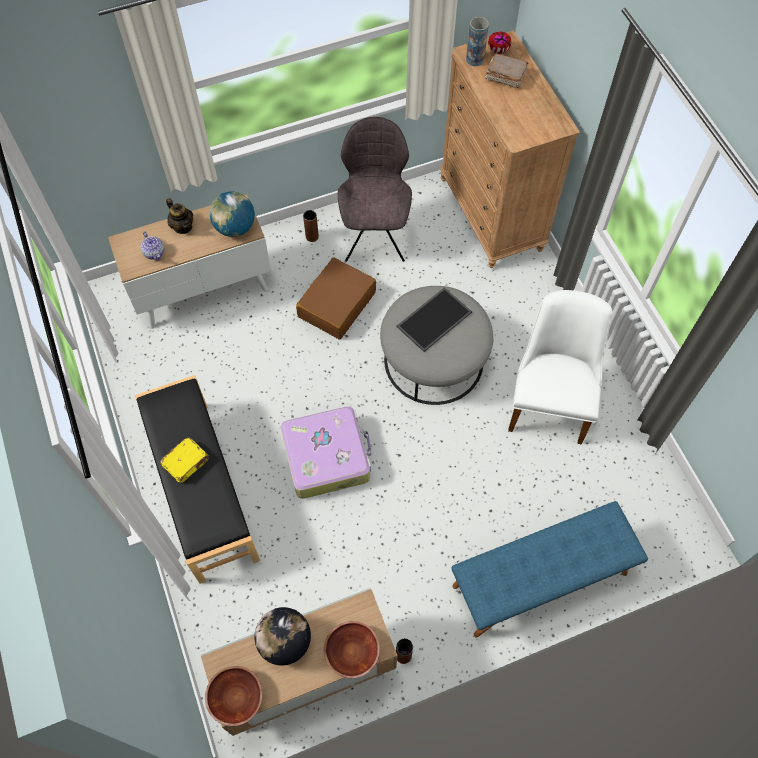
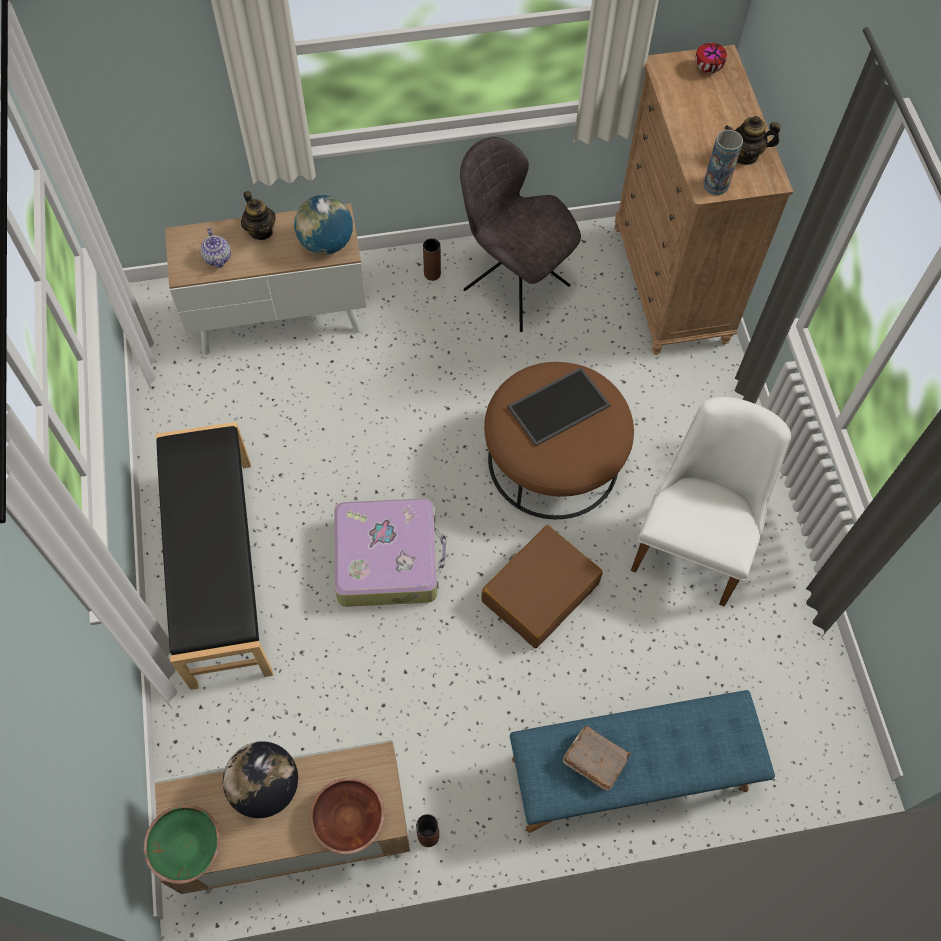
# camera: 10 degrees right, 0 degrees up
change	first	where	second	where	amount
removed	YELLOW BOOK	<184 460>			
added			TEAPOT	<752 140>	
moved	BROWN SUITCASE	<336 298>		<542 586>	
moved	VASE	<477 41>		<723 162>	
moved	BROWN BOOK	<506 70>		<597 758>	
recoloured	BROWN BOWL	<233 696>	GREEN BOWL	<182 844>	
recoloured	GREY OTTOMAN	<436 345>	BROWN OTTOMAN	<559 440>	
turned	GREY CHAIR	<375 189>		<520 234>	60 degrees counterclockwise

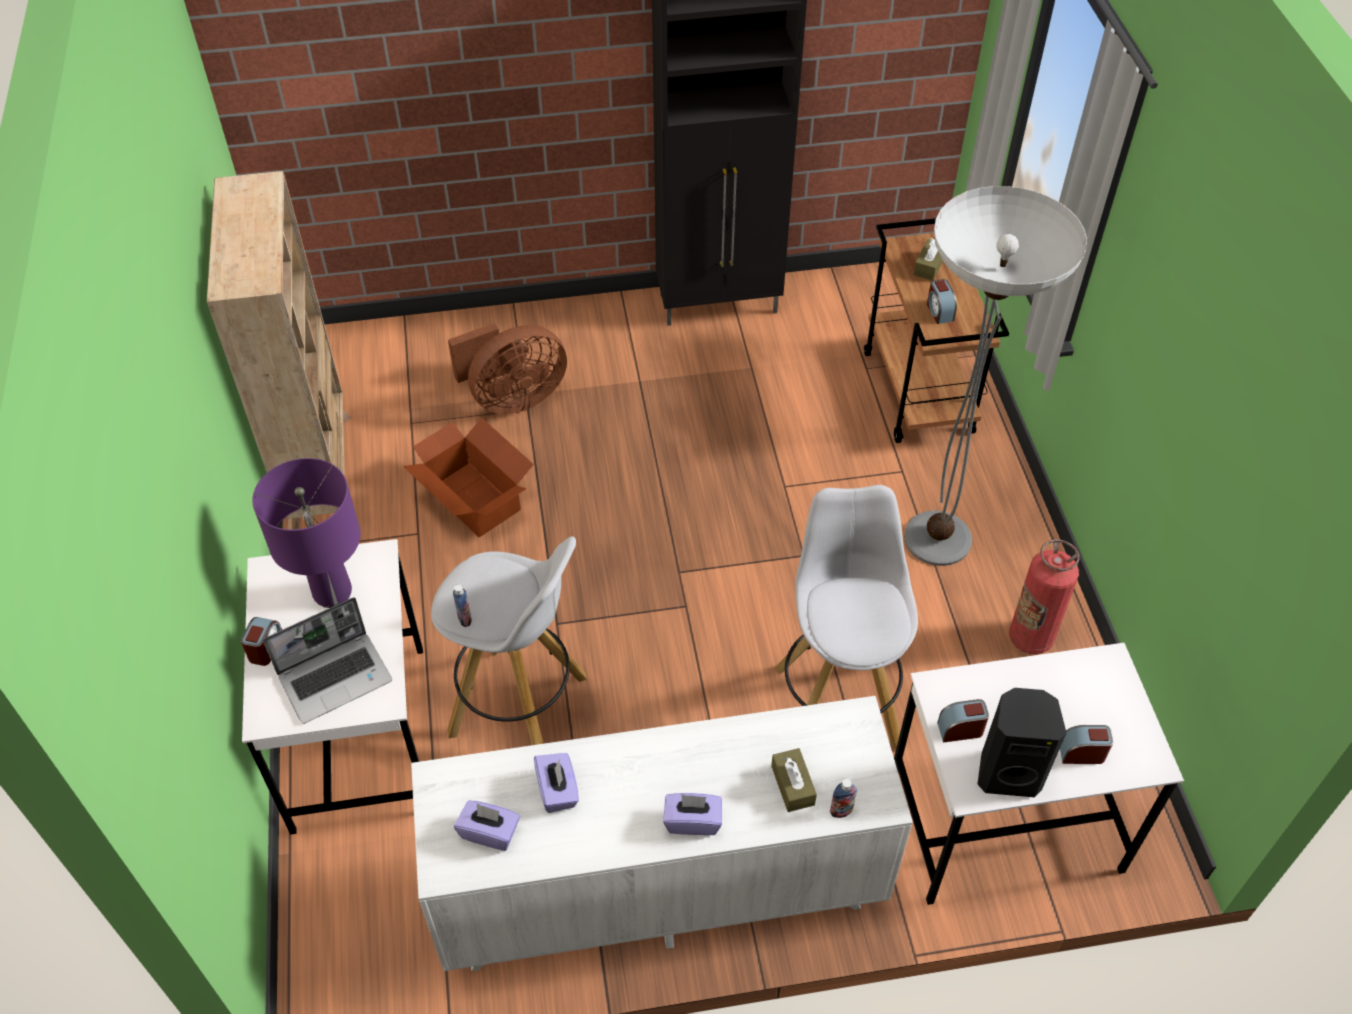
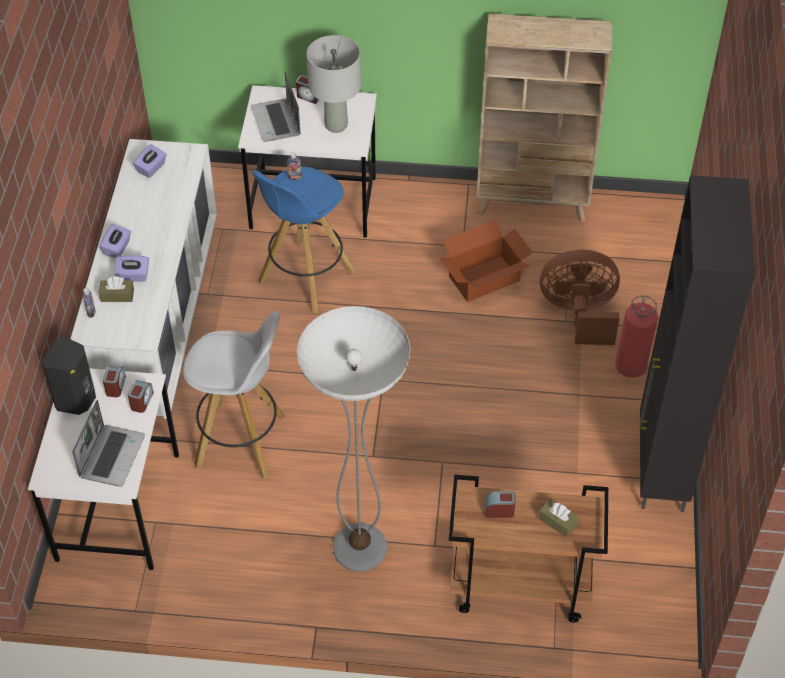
# camera: 105 degrees right, 0 degrees up
change	first	where	second	where	amount
added			LAPTOP	<108 443>	
moved	PURPLE TISSUE BOX	<556 783>		<132 268>	
moved	FIRE EXTINGUISHER	<1044 597>		<636 336>	
moved	ALARM CLOCK	<1086 744>		<141 396>	
recoloured	PURPLE TABLE LAMP	<306 533>	GREY TABLE LAMP	<334 84>	
recoloured	WHITE STOOL	<509 640>	BLUE STOOL	<304 240>	
turned	BROWN FAN	<507 368>		<580 297>	105 degrees clockwise

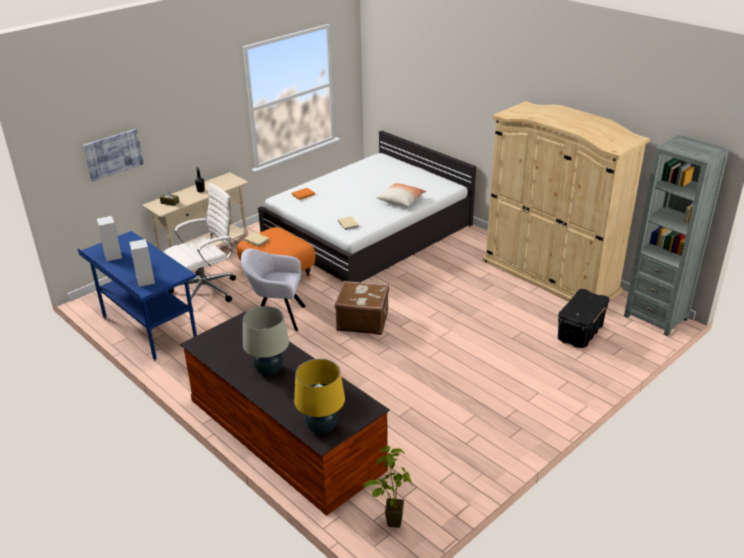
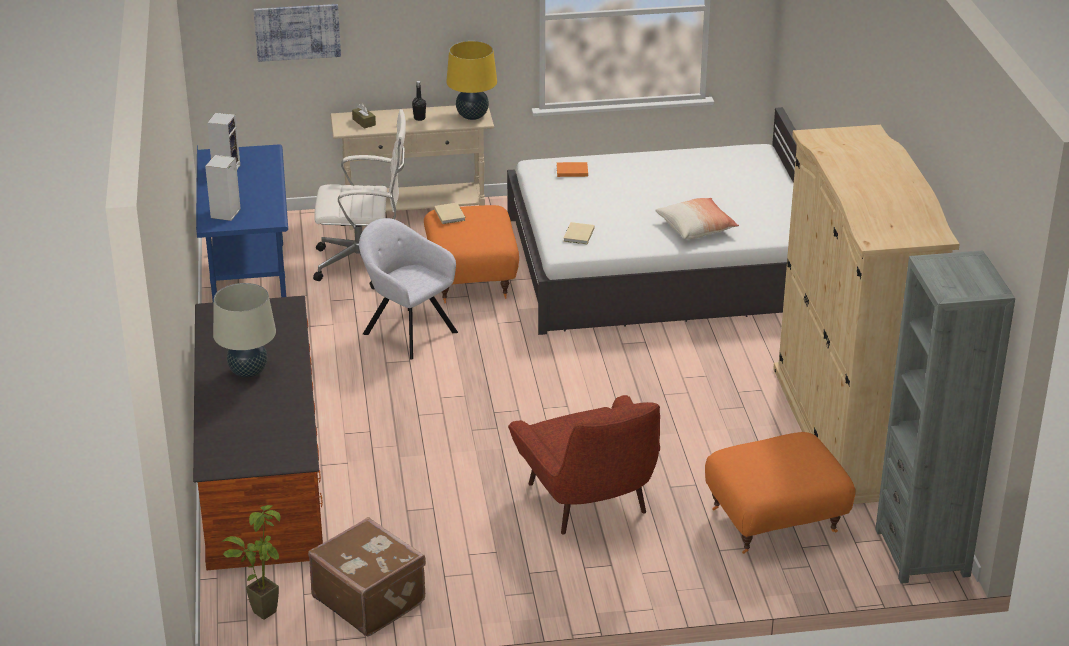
# camera: 35 degrees right, 0 degrees up
change	first	where	second	where	amount
added			RED ARMCHAIR	<584 465>	
moved	YELLOW TABLE LAMP	<319 396>		<471 80>	
moved	BROWN SUITCASE	<362 308>		<367 576>	
replaced	BLACK STORAGE BOX	<583 318>	ORANGE OTTOMAN	<780 493>	

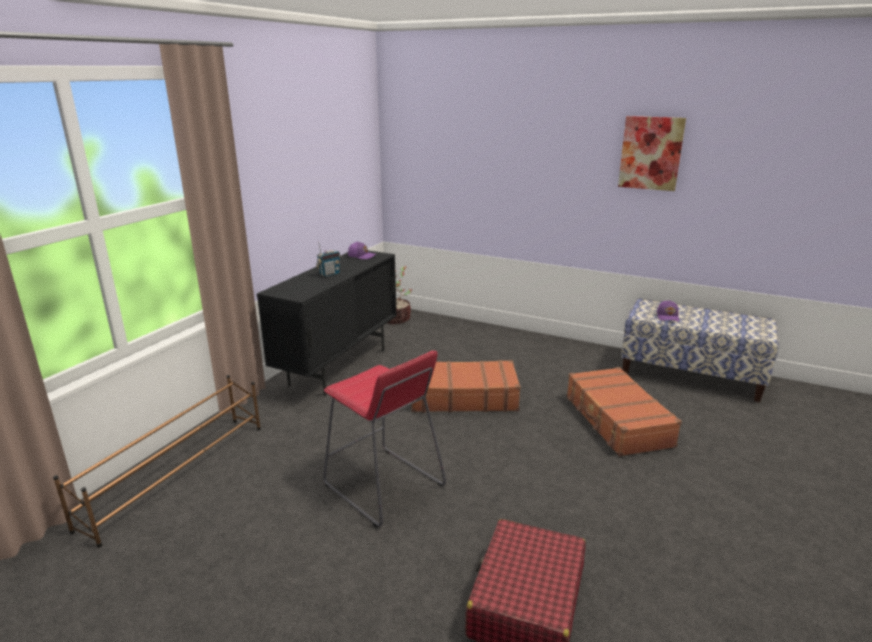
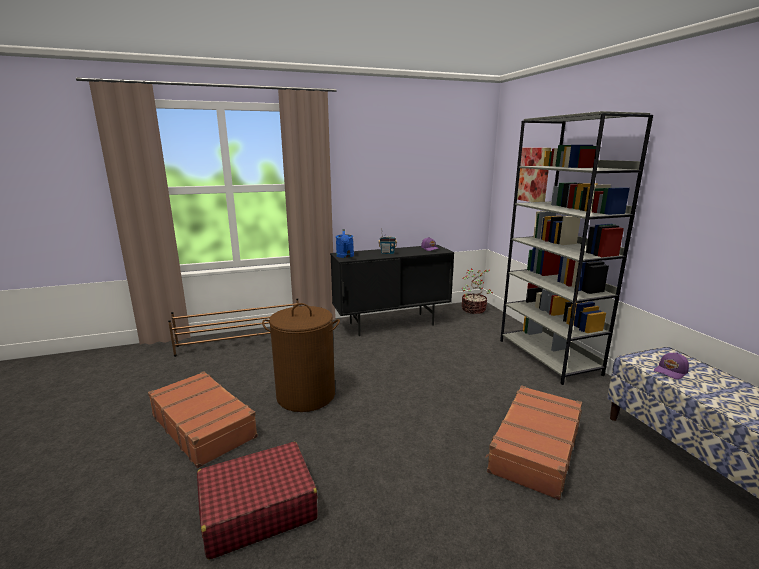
# camera: 45 degrees right, 5 degrees down
change	first	where	second	where	amount
added			BLUE WATERING CAN	<345 243>	
added			GREY BOOKCASE	<576 248>	
moved	BROWN SUITCASE	<466 386>		<203 419>	
moved	PICTURE	<652 153>		<534 175>	
replaced	RED STOOL	<384 439>	BROWN LAUNDRY BASKET	<301 357>	

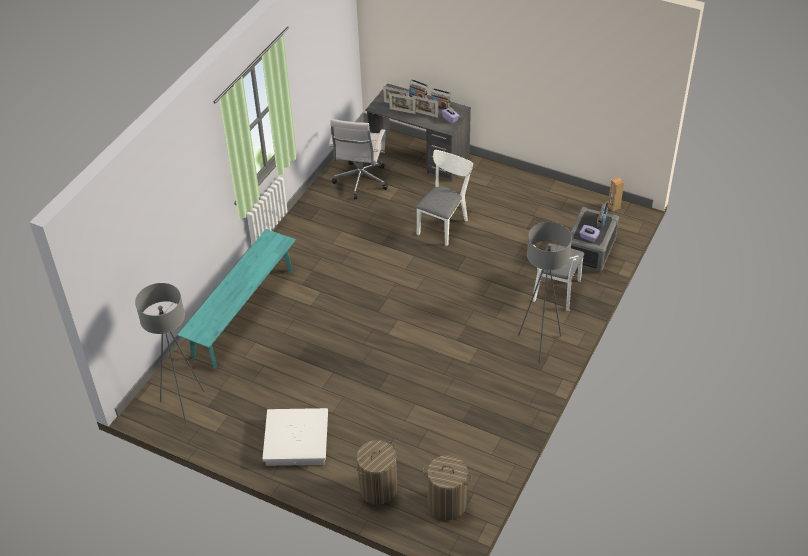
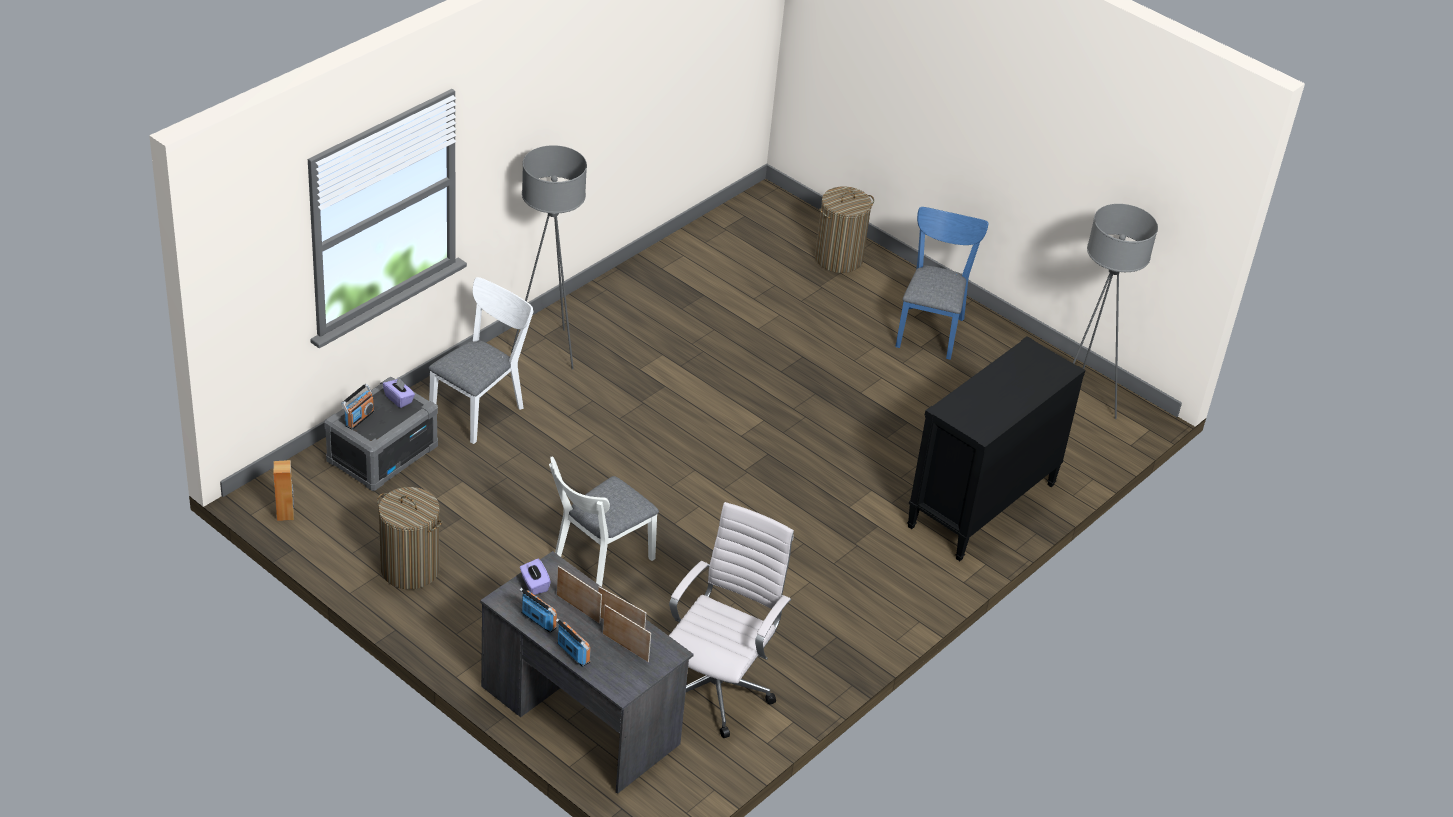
# camera: 170 degrees left, 5 degrees down
change	first	where	second	where	amount
moved	LAUNDRY BASKET	<447 487>		<410 538>	
replaced	TURQUOISE BENCH	<236 299>	BLACK DRESSER	<996 448>	
replaced	WHITE STORAGE BOX	<295 437>	BLUE CHAIR	<941 283>	

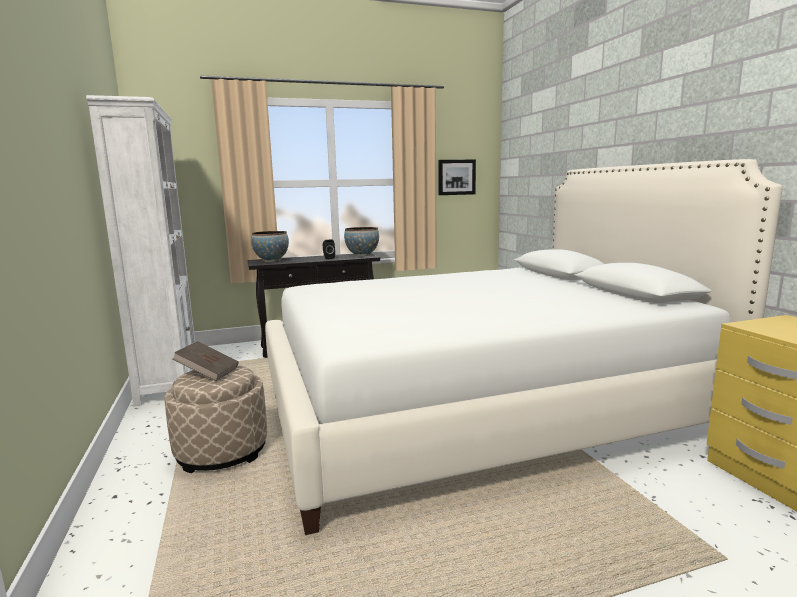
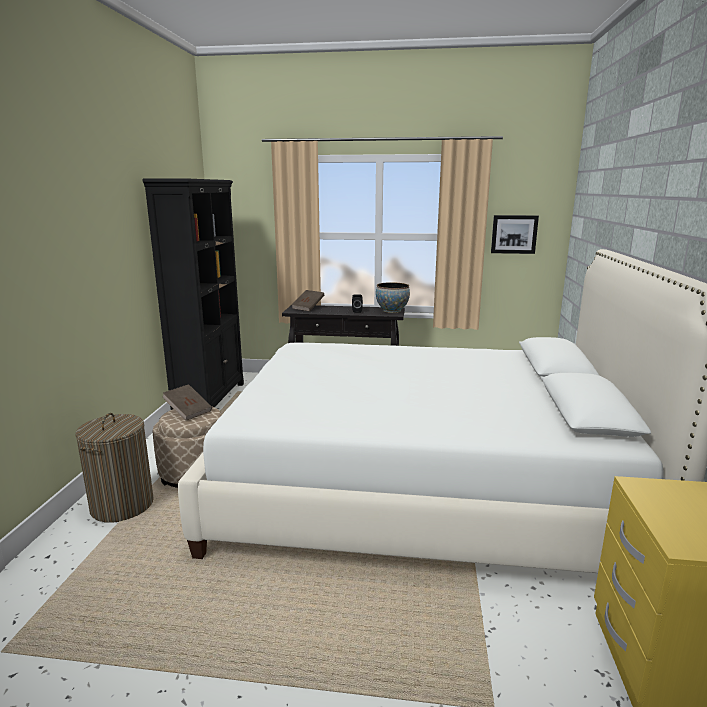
# camera: 25 degrees right, 5 degrees up
change	first	where	second	where	amount
added			LAUNDRY BASKET	<114 468>	
replaced	BOWL	<270 246>	BROWN BOOK	<308 300>	
recoloured	WHITE BOOKCASE	<140 251>	BLACK BOOKCASE	<193 294>	

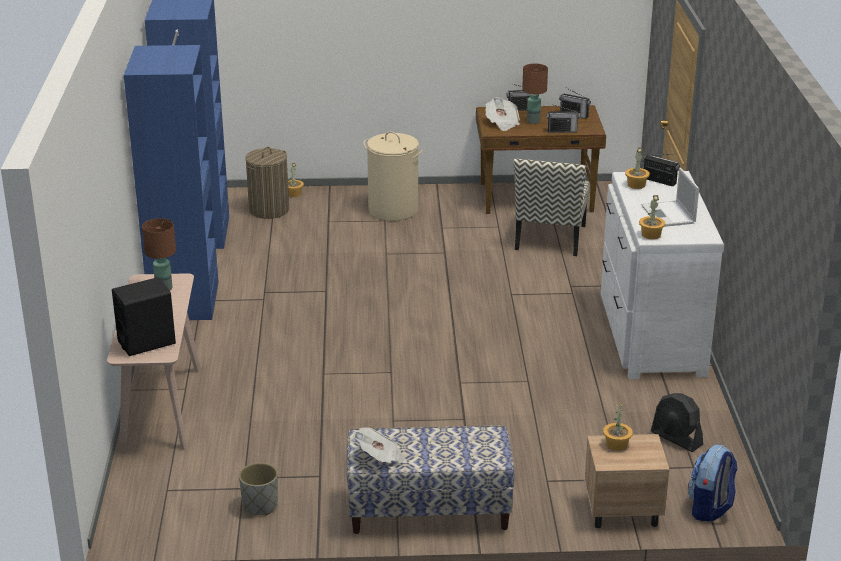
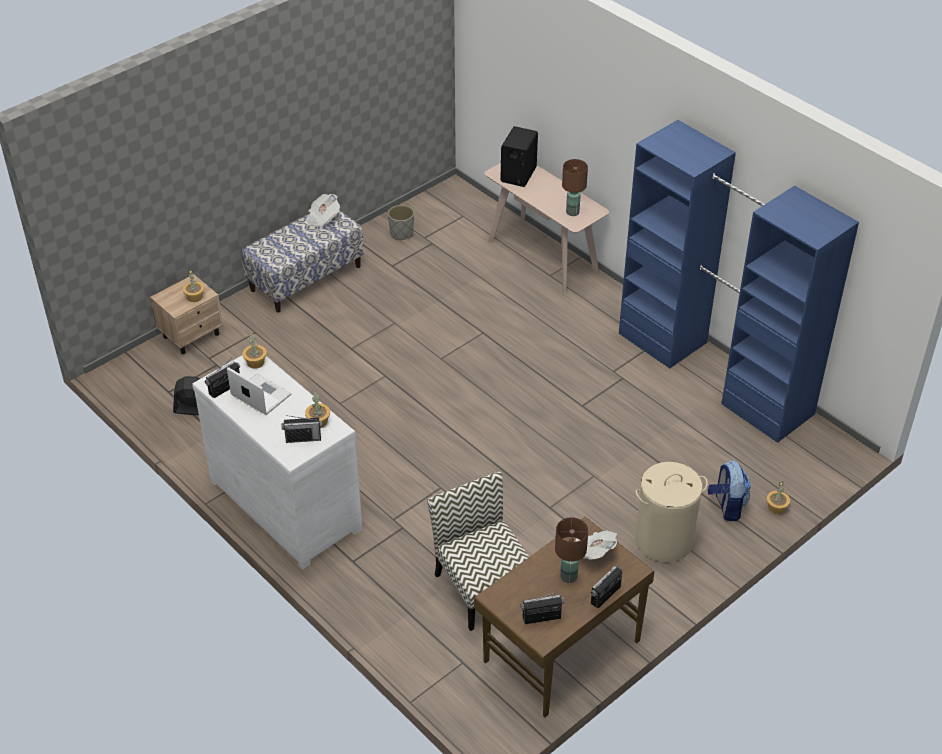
# camera: 140 degrees right, 15 degrees up
change	first	where	second	where	amount
removed	LAUNDRY BASKET	<267 183>			
moved	RADIO	<563 118>		<222 378>	
moved	BACKPACK	<713 483>		<729 490>	

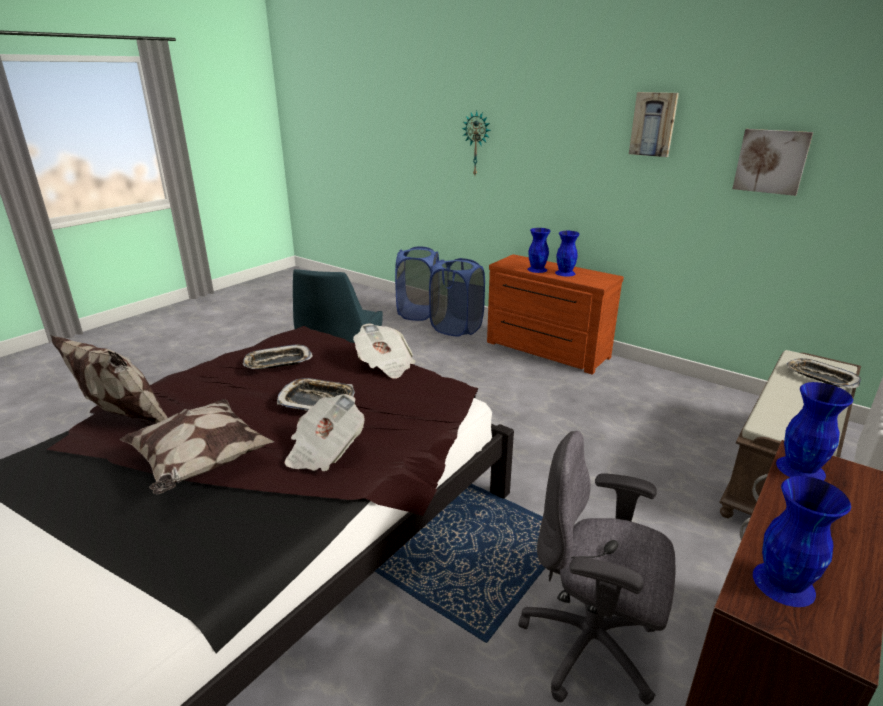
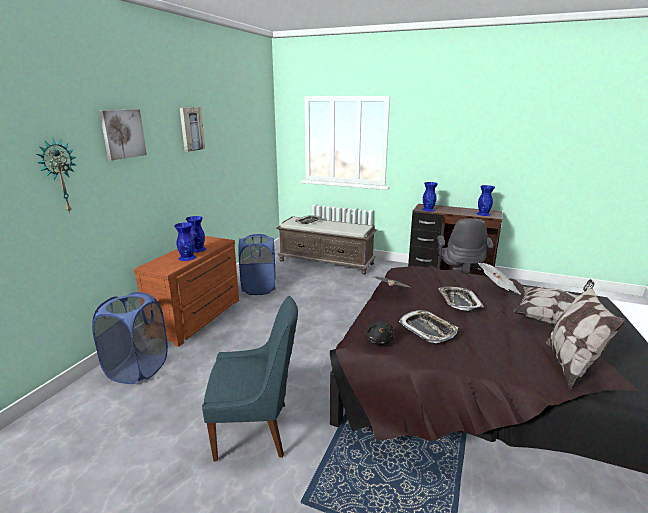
# camera: 105 degrees left, 5 degrees down
change	first	where	second	where	amount
added			BLACK PLUSH TOY	<379 333>	
moved	BLUE LAUNDRY BASKET	<417 283>		<257 264>	
moved	PICTURE	<772 162>		<123 135>	

